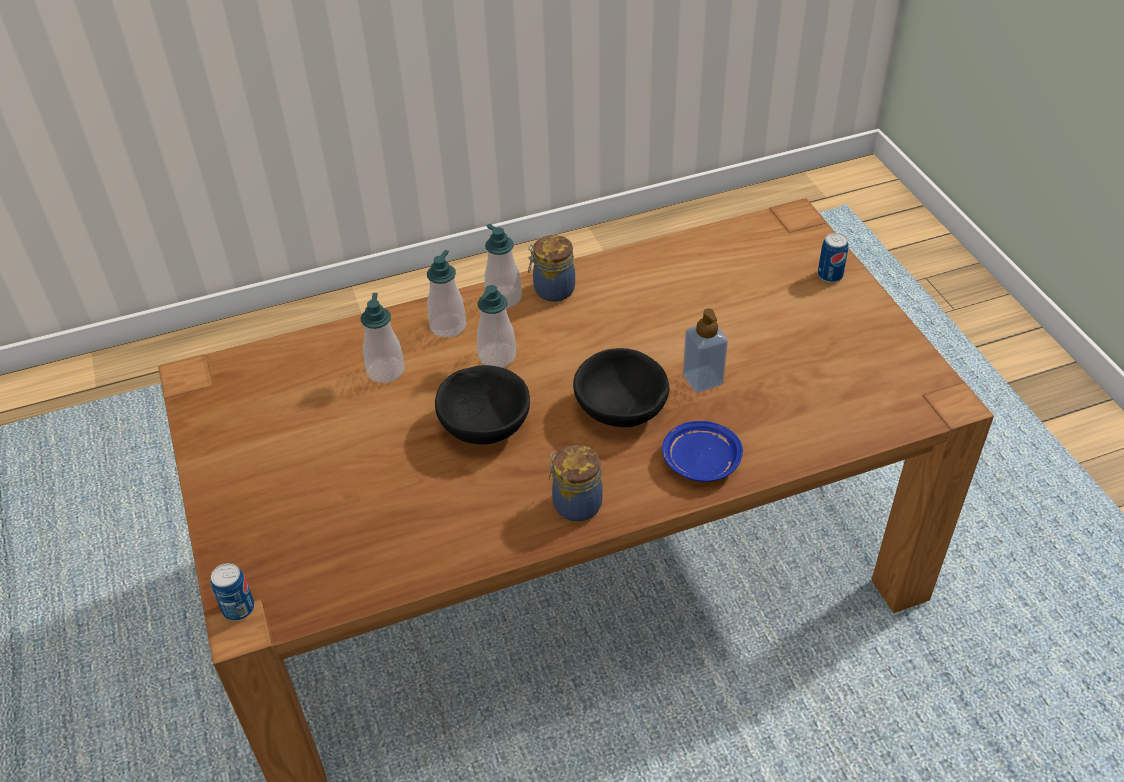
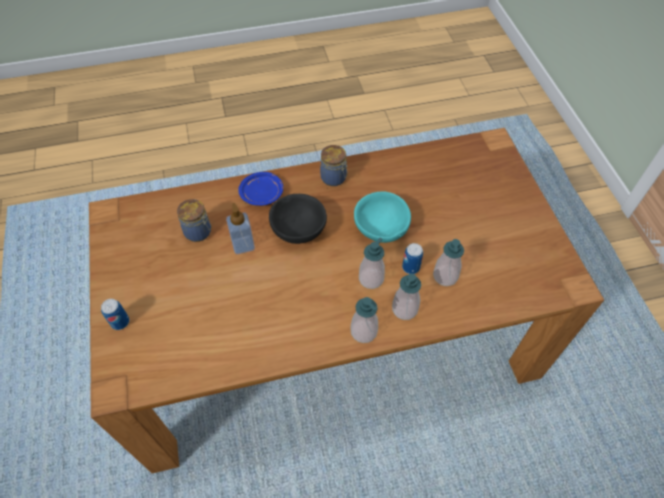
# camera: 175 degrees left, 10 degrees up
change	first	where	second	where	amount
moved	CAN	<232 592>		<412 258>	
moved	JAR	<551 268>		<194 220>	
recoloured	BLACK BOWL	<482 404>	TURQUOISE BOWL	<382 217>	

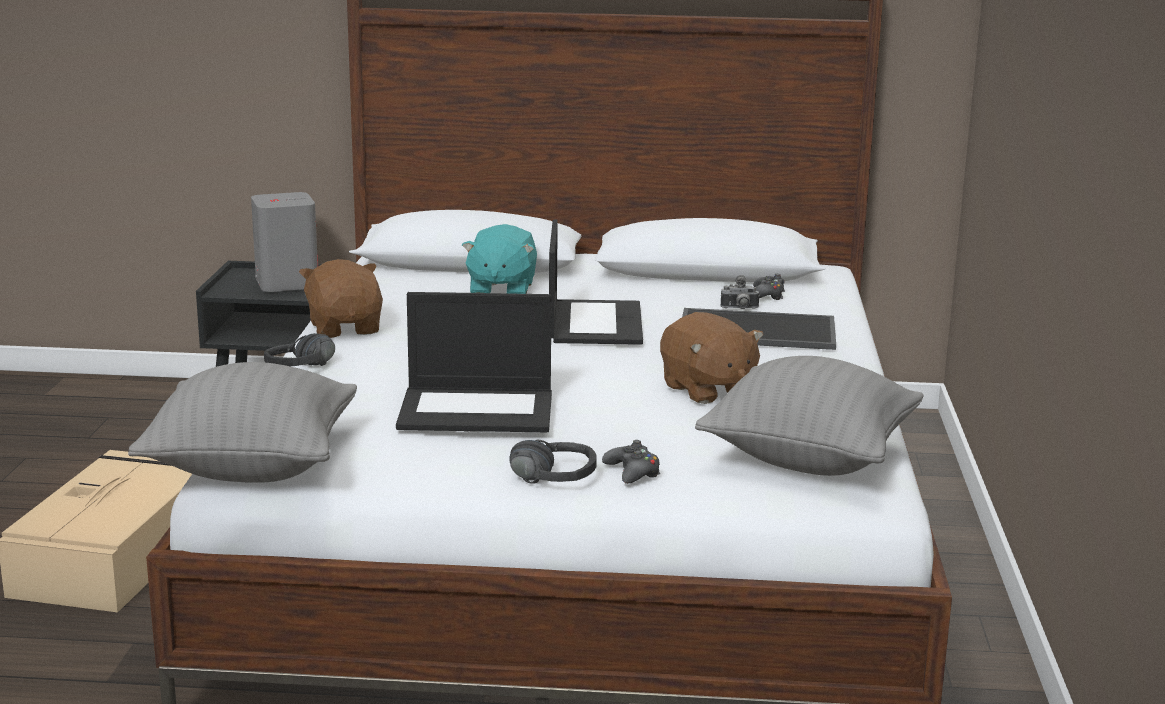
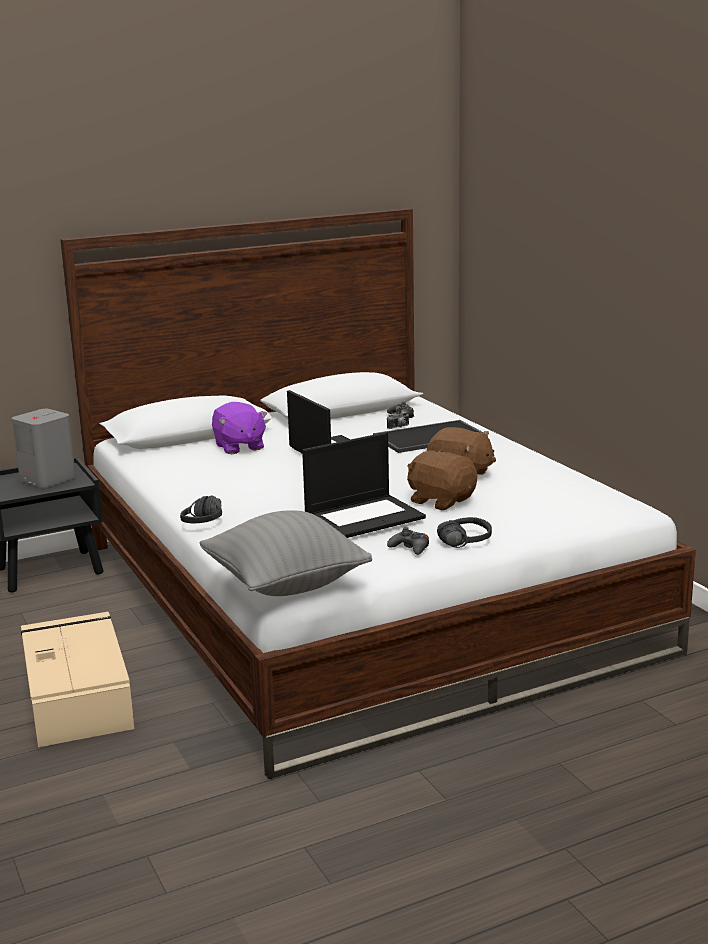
# camera: 30 degrees left, 0 degrees up
change	first	where	second	where	amount
removed	GREY PILLOW	<809 416>			
moved	BROWN PLUSH TOY	<341 298>		<442 480>	
moved	BLACK GAME CONTROLLER	<631 462>		<408 541>	
recoloured	TURQUOISE PLUSH TOY	<499 259>	PURPLE PLUSH TOY	<239 428>	

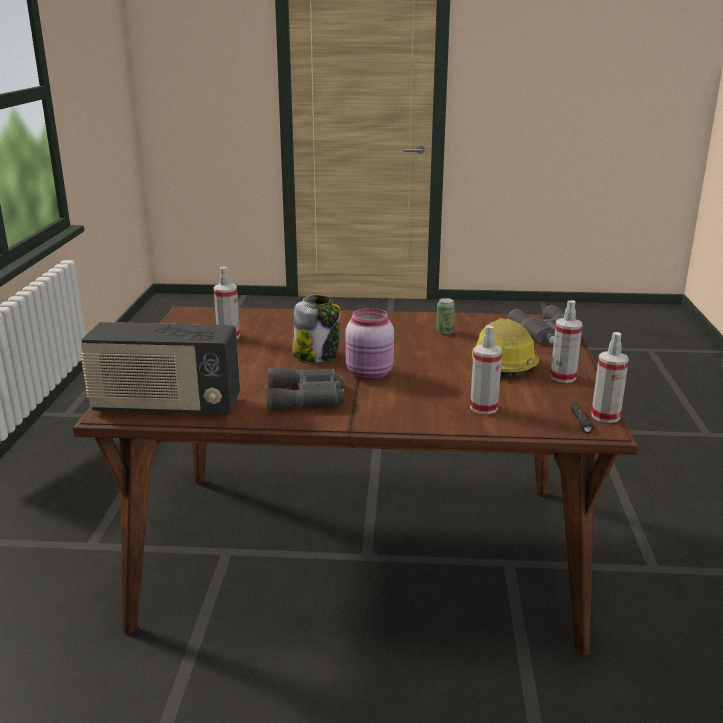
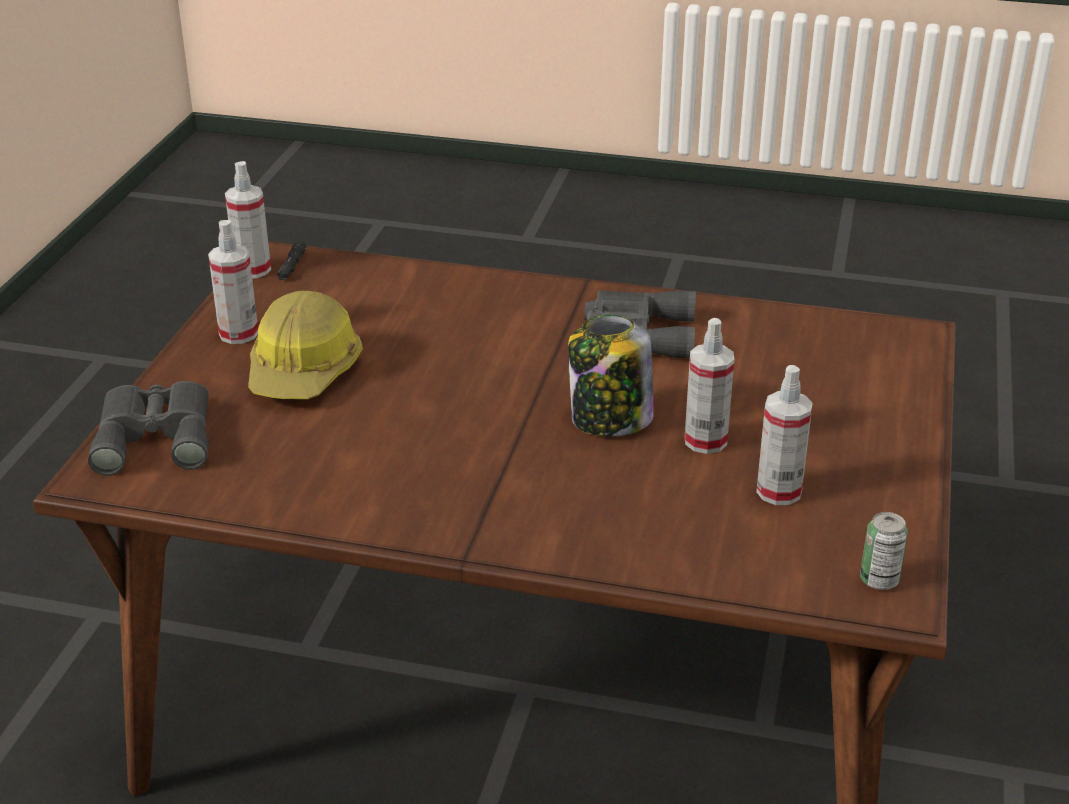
# camera: 170 degrees left, 10 degrees up
change	first	where	second	where	amount
removed	RADIO	<160 369>			
removed	PINK JAR	<370 344>			
moved	CAN	<445 316>		<884 551>	
moved	SPRAY BOTTLE	<486 369>		<709 386>	

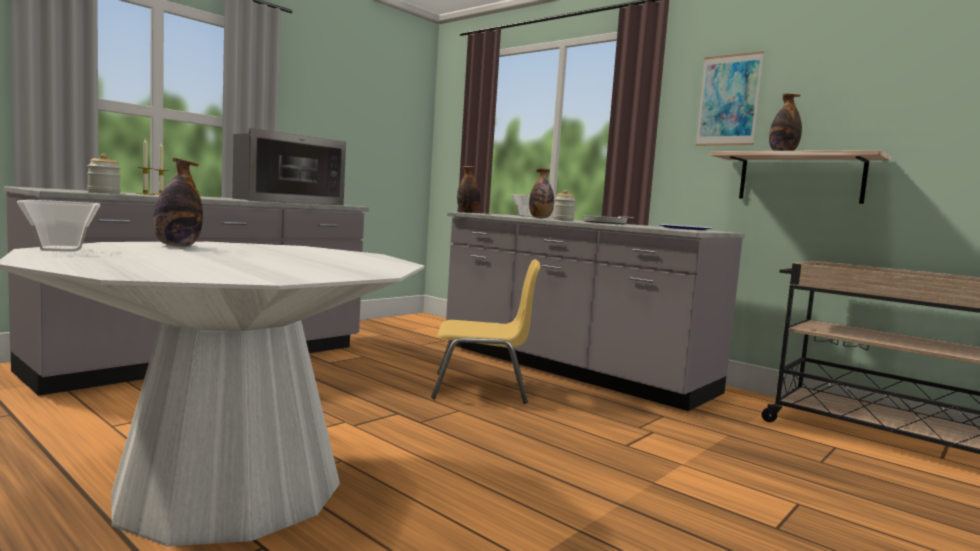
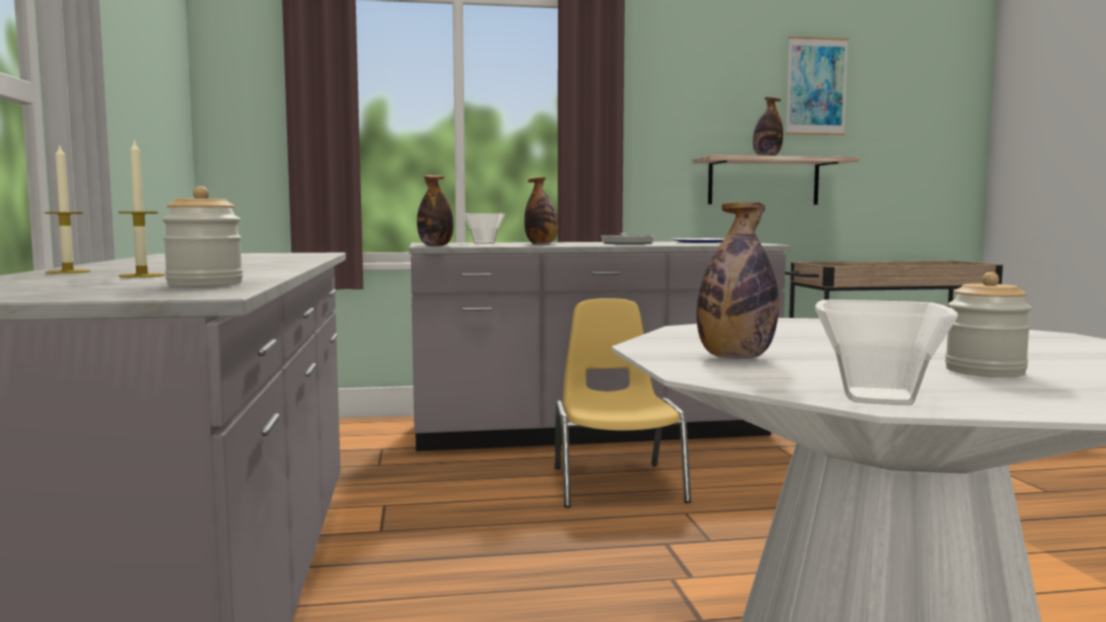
# camera: 50 degrees left, 0 degrees up
change	first	where	second	where	amount
removed	MICROWAVE	<289 166>			
moved	JAR	<564 205>		<988 324>	
moved	PICTURE	<730 98>		<817 86>	
turned	YELLOW CHAIR	<485 331>		<623 402>	45 degrees counterclockwise

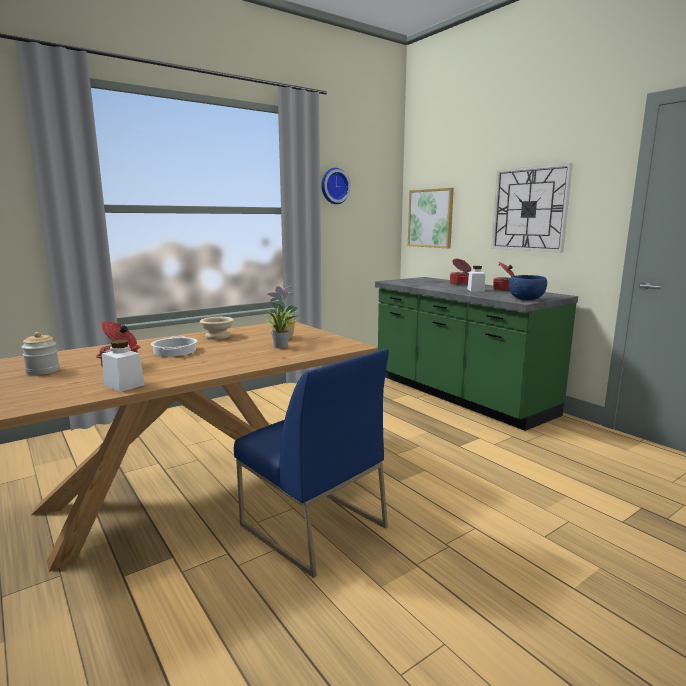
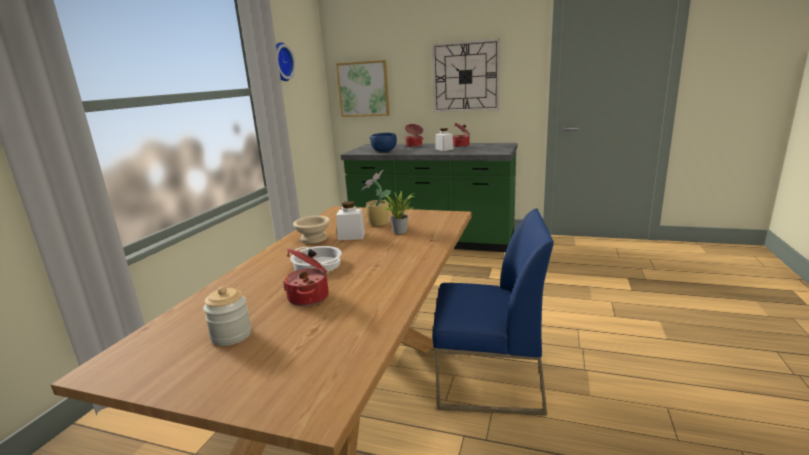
# camera: 35 degrees left, 5 degrees up
change	first	where	second	where	amount
moved	WHITE JAR	<123 366>		<350 220>	
moved	BLUE BOWL	<527 287>		<383 142>	

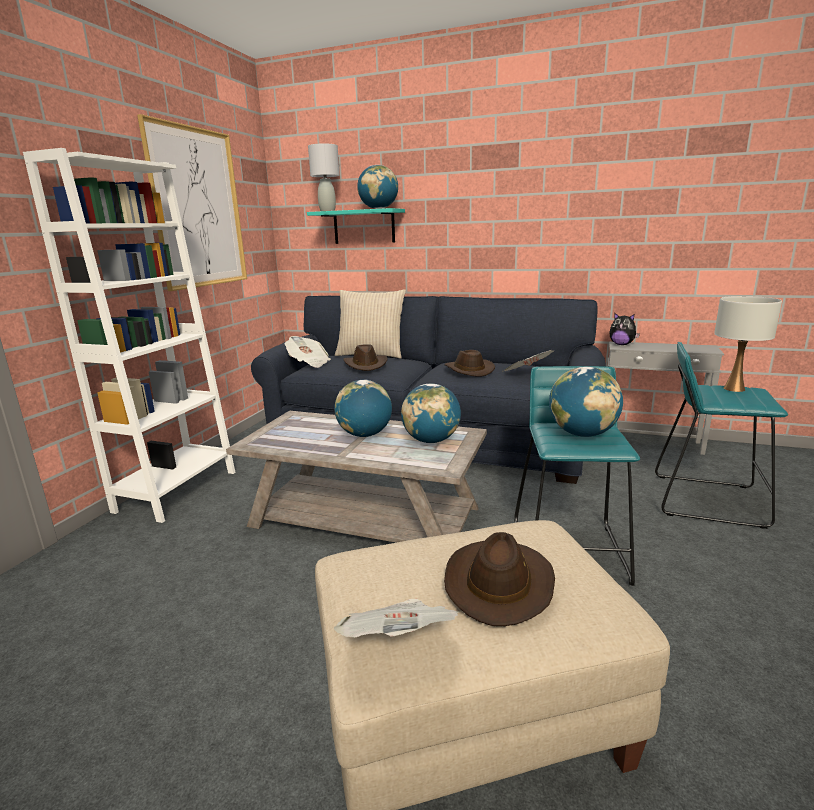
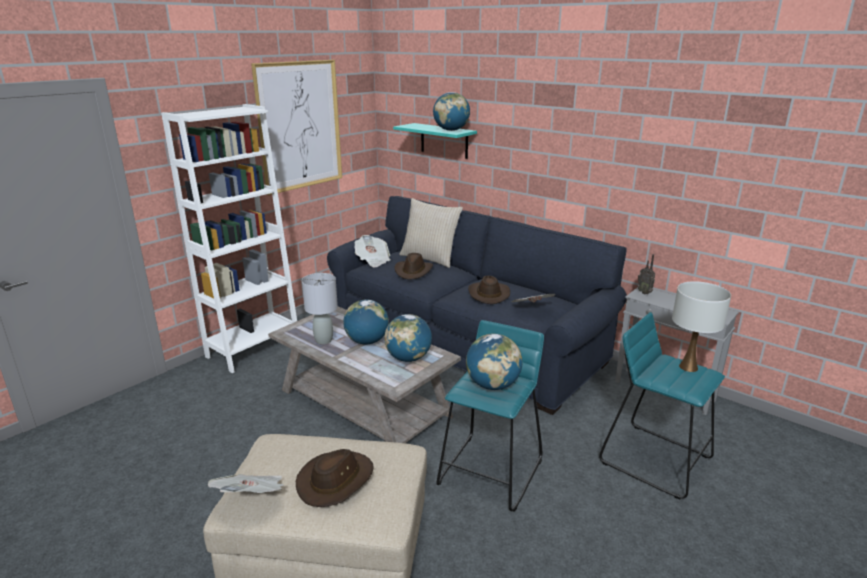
# camera: 20 degrees right, 5 degrees up
change	first	where	second	where	amount
moved	GREY TABLE LAMP	<324 177>		<320 308>	
replaced	PLUSH TOY	<624 329>	RADIO	<646 274>	

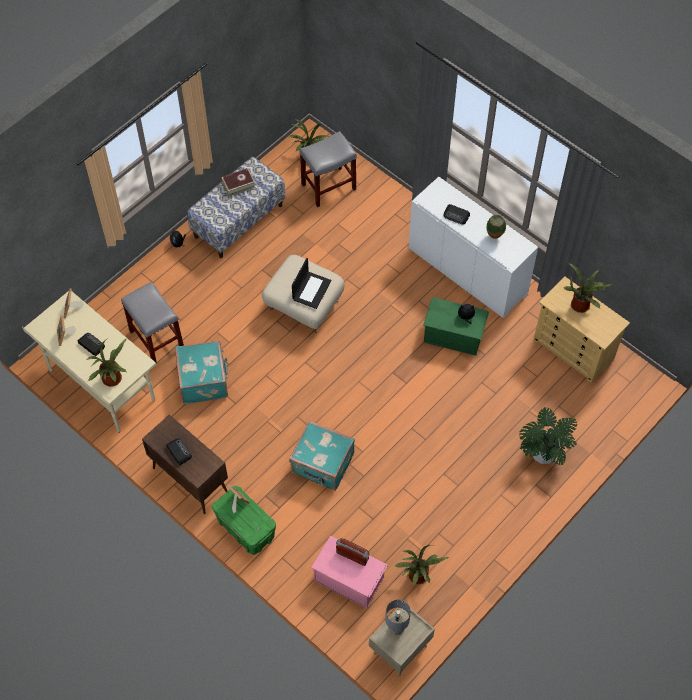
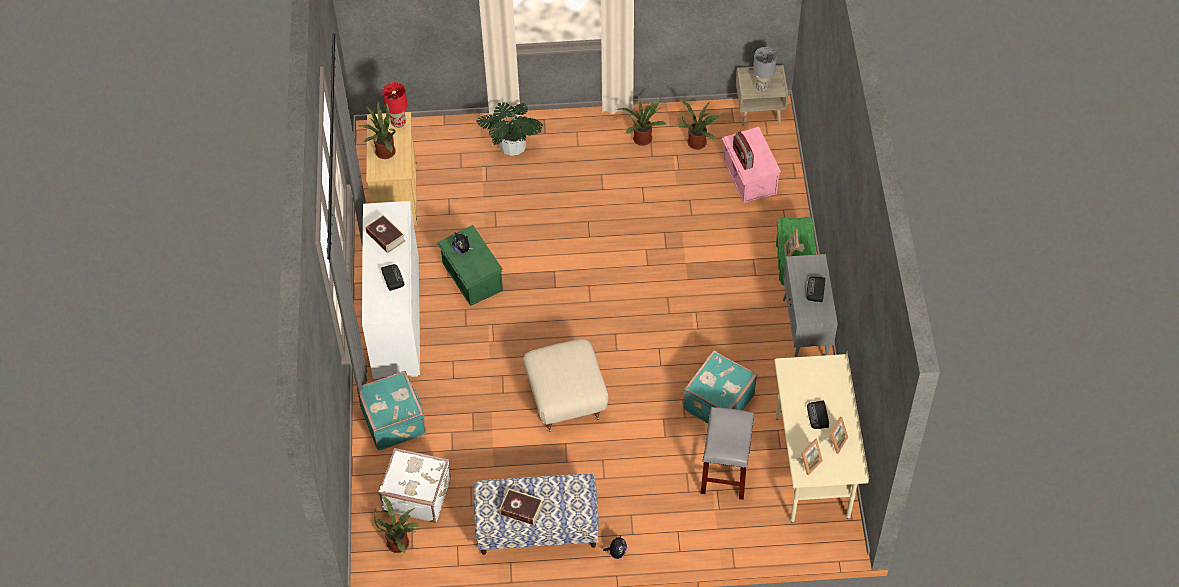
# camera: 135 degrees left, 5 degrees down
change	first	where	second	where	amount
removed	LAPTOP	<311 283>			
added			RED TABLE LAMP	<394 105>	
moved	POTTED PLANT	<107 362>		<641 121>	
moved	TURQUOISE SUITCASE	<322 456>		<391 410>	
replaced	GREY STOOL	<328 169>	WHITE SUITCASE	<414 485>	
replaced	VASE	<496 227>	BOOK	<386 233>	
recoloured	BROWN CABINET	<185 464>	GREY CABINET	<810 305>	

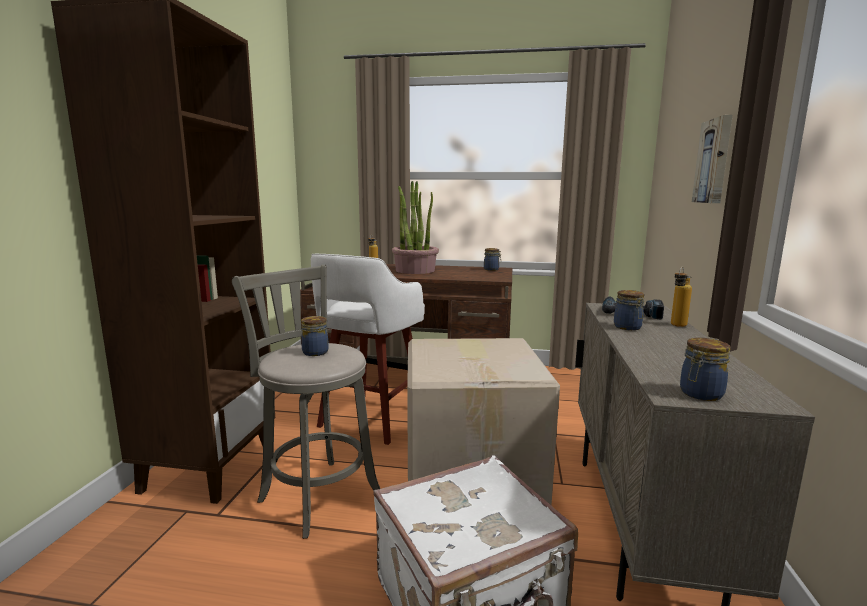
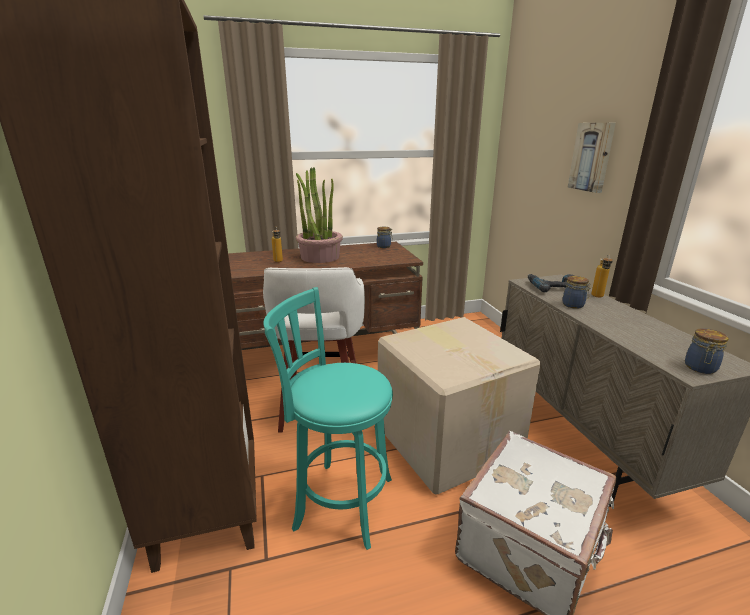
# camera: 25 degrees left, 10 degrees up
change	first	where	second	where	amount
removed	JAR	<315 336>			
recoloured	GREY STOOL	<306 402>	TURQUOISE STOOL	<328 418>	

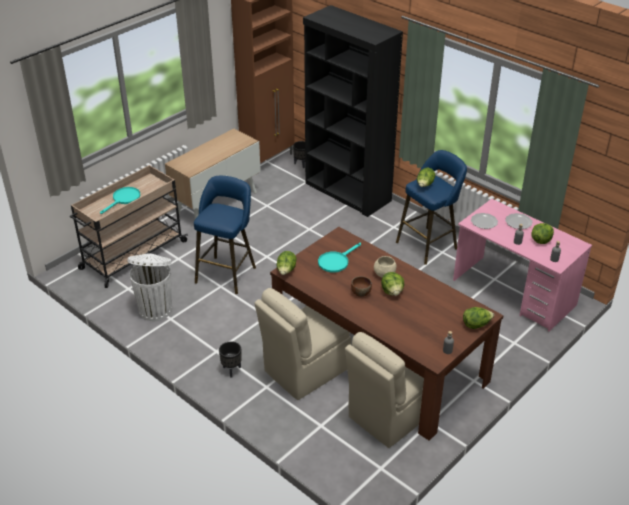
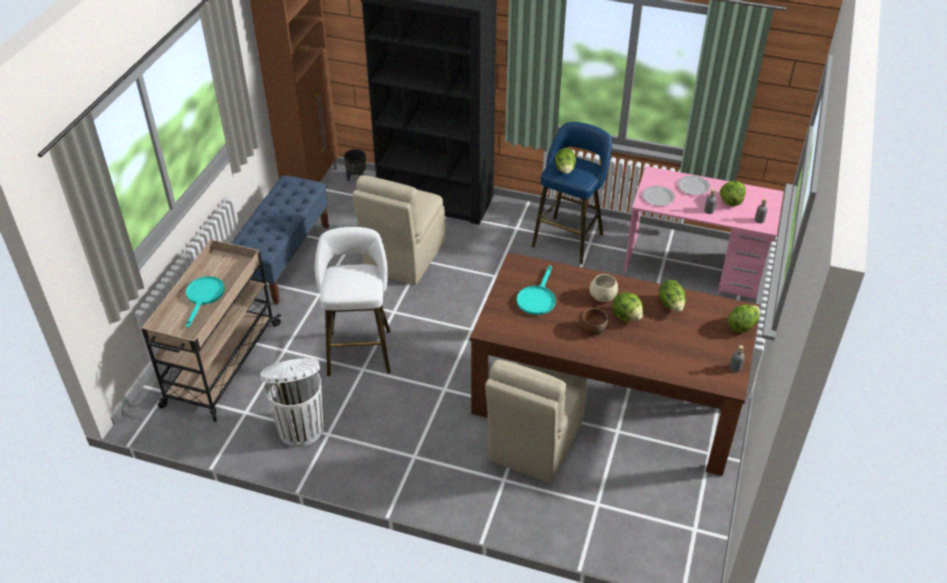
# camera: 25 degrees left, 5 degrees up
change	first	where	second	where	amount
removed	BLACK PLANTER	<230 359>			
moved	LETTUCE	<286 263>		<672 296>	
moved	BEIGE CHAIR	<384 390>		<398 230>	
replaced	CABINET	<213 173>	BLUE BENCH	<280 240>	
recoloured	BLUE STOOL	<225 235>	WHITE STOOL	<353 301>	

